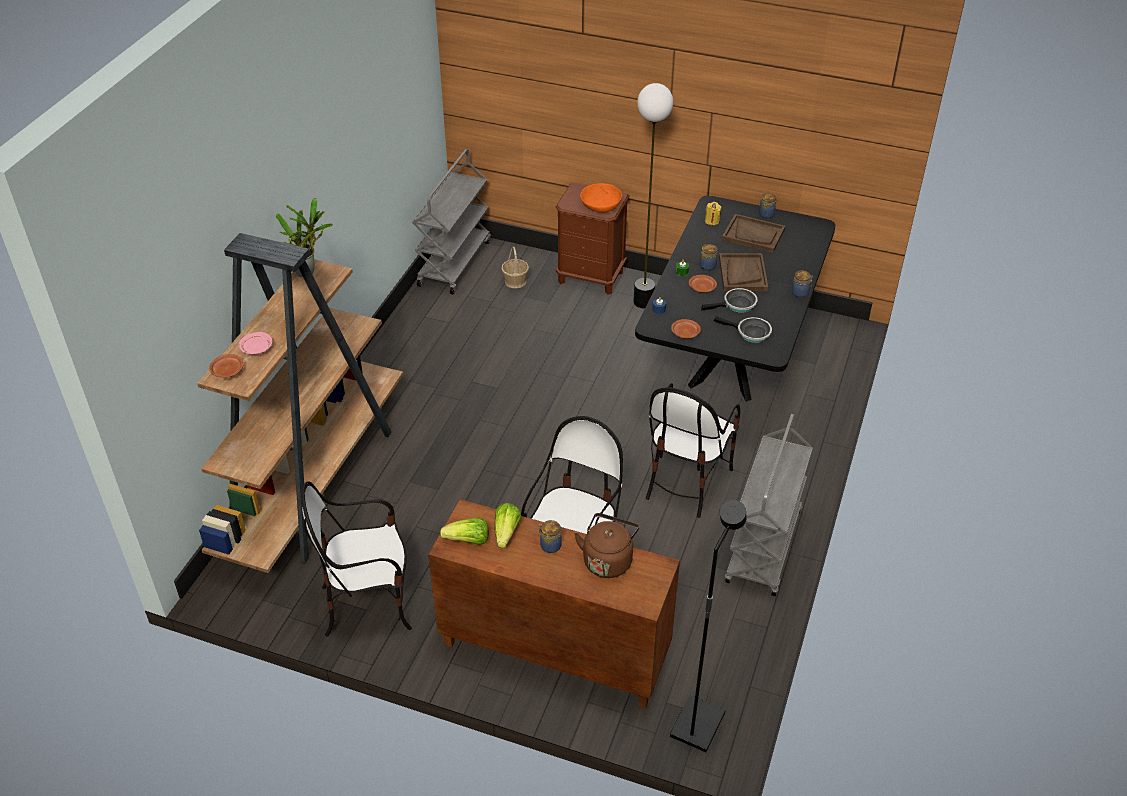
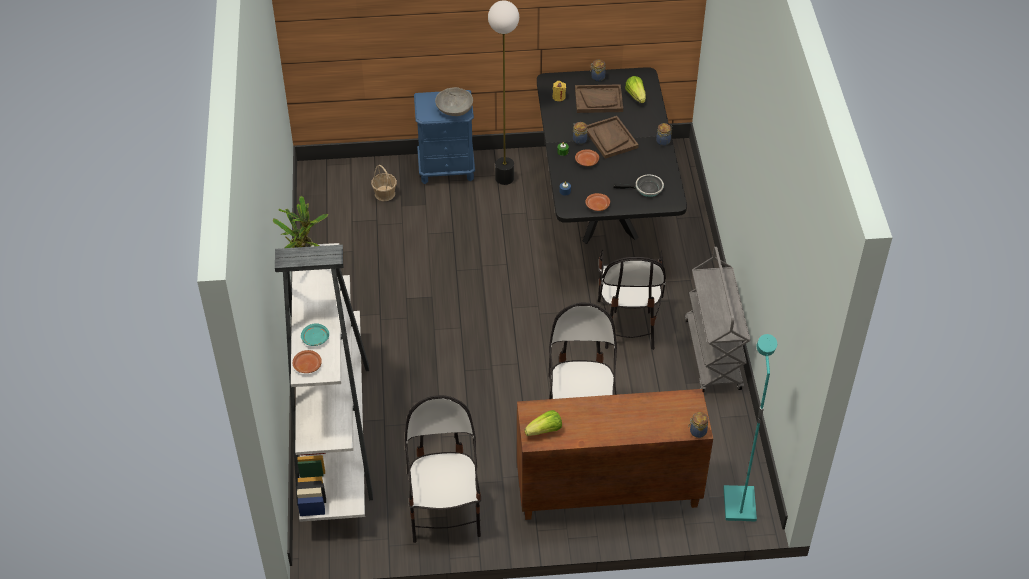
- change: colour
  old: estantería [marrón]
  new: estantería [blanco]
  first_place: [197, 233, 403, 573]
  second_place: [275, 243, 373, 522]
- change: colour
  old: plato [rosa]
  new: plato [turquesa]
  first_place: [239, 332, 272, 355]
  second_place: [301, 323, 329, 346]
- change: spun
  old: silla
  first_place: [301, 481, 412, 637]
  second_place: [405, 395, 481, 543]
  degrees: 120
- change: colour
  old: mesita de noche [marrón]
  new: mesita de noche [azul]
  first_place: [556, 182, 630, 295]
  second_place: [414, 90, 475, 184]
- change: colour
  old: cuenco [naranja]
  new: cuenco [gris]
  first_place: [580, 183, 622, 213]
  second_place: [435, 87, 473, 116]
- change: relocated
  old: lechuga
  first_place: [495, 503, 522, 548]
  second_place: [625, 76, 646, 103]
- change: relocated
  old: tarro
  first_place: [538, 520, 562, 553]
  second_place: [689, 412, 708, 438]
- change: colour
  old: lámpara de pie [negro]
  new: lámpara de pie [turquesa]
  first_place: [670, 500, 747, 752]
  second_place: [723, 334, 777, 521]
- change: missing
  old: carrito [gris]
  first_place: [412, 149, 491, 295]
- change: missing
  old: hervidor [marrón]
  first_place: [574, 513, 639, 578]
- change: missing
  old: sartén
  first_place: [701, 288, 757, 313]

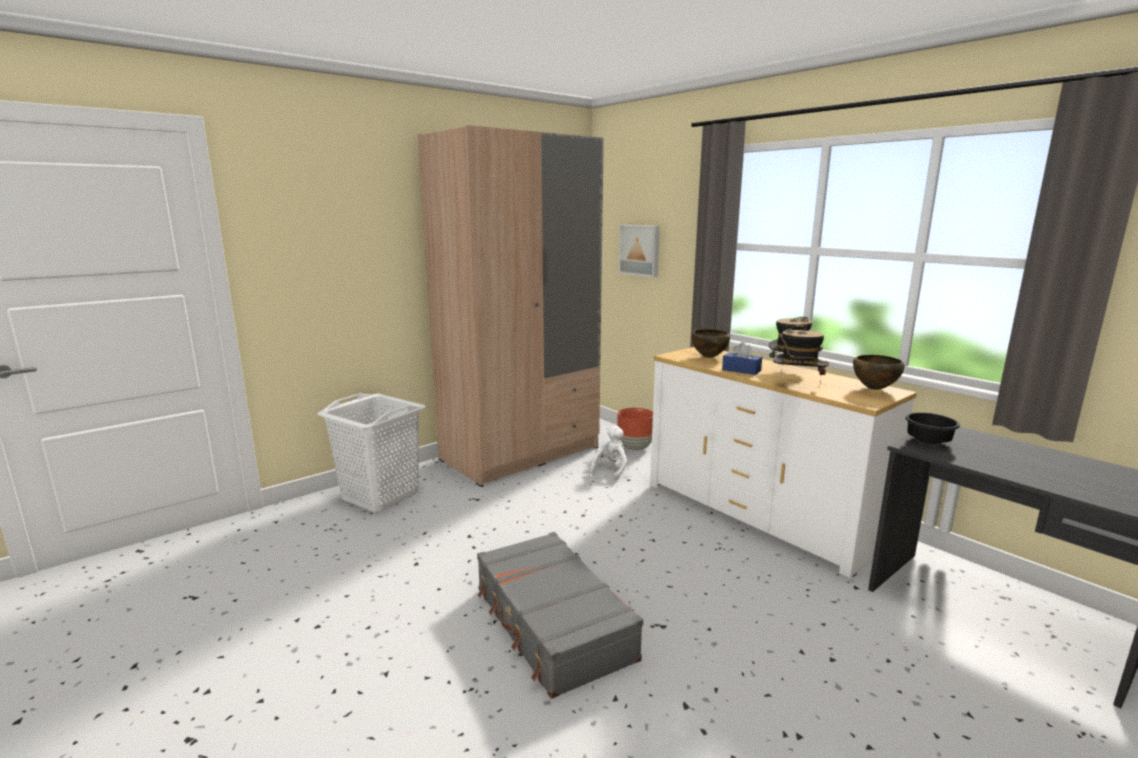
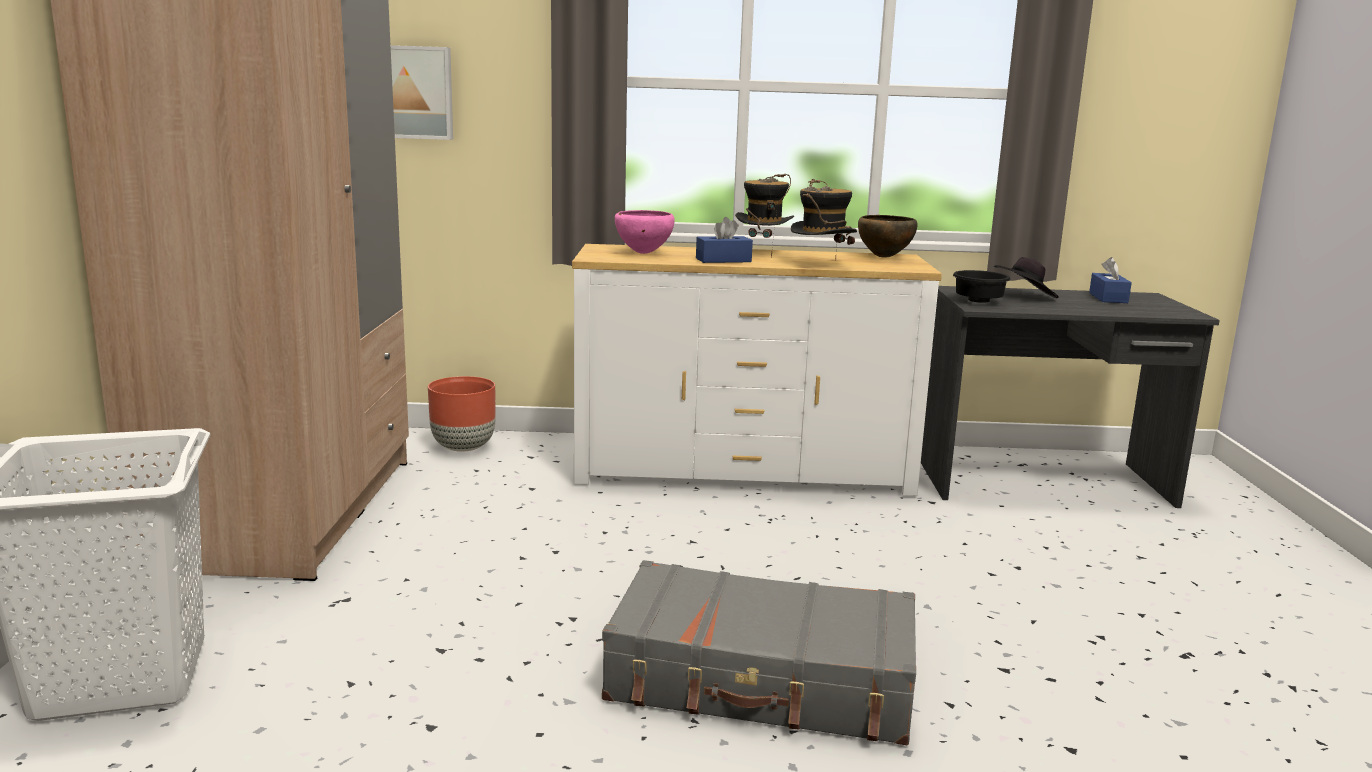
- change: colour
  old: cuenco [marrón]
  new: cuenco [rosa]
  first_place: [691, 329, 730, 358]
  second_place: [615, 210, 675, 254]
- change: appeared
  new: sombrero [negro]
  second_place: [993, 257, 1059, 298]
- change: appeared
  new: caja de pañuelos [azul]
  second_place: [1089, 257, 1132, 303]
- change: missing
  old: peluche [blanco]
  first_place: [589, 426, 627, 481]

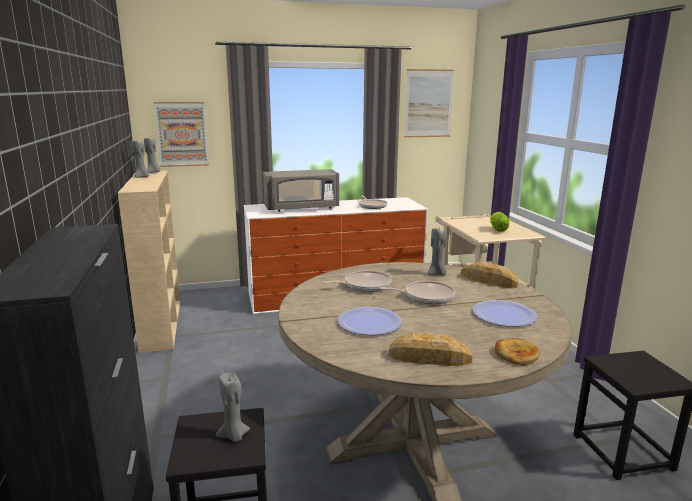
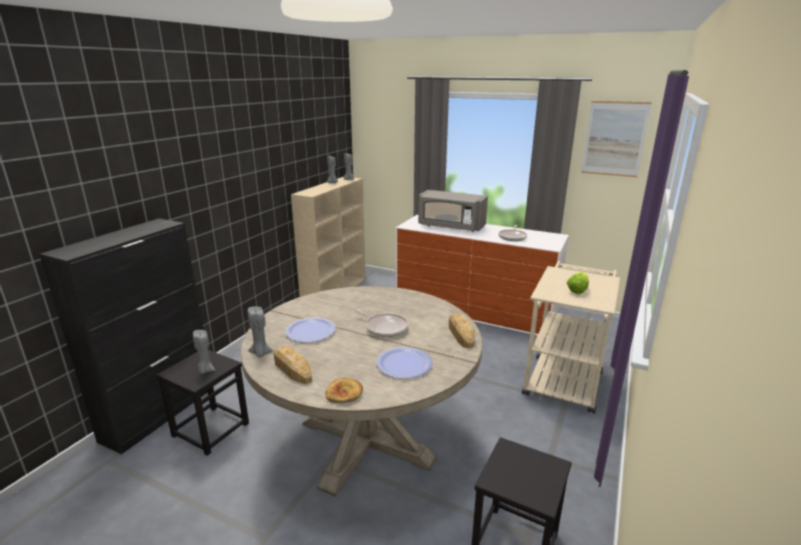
- change: relocated
  old: vela [gris]
  first_place: [428, 228, 447, 275]
  second_place: [248, 307, 273, 357]
- change: missing
  old: cuadro
  first_place: [154, 102, 209, 167]
- change: missing
  old: sartén
  first_place: [323, 270, 392, 292]

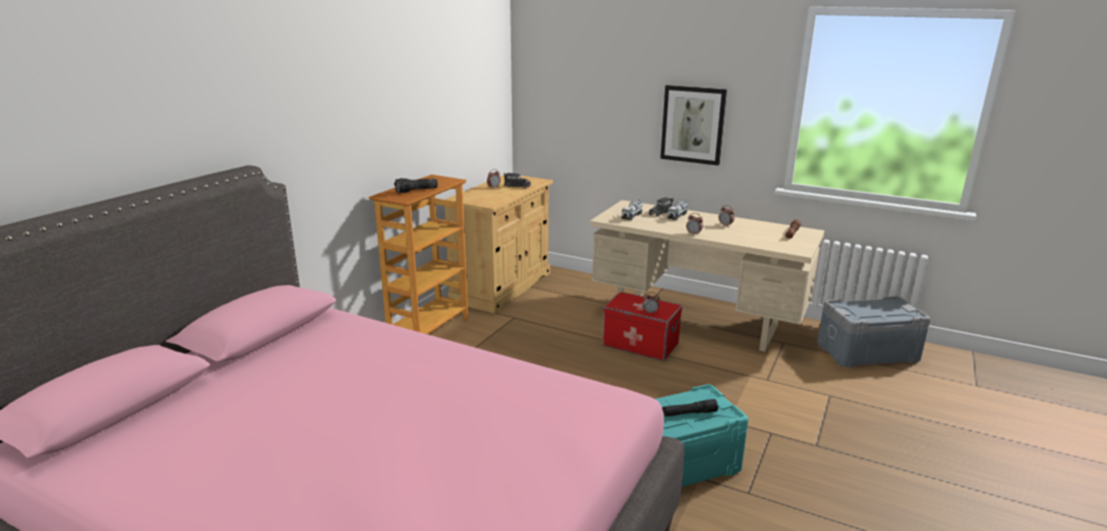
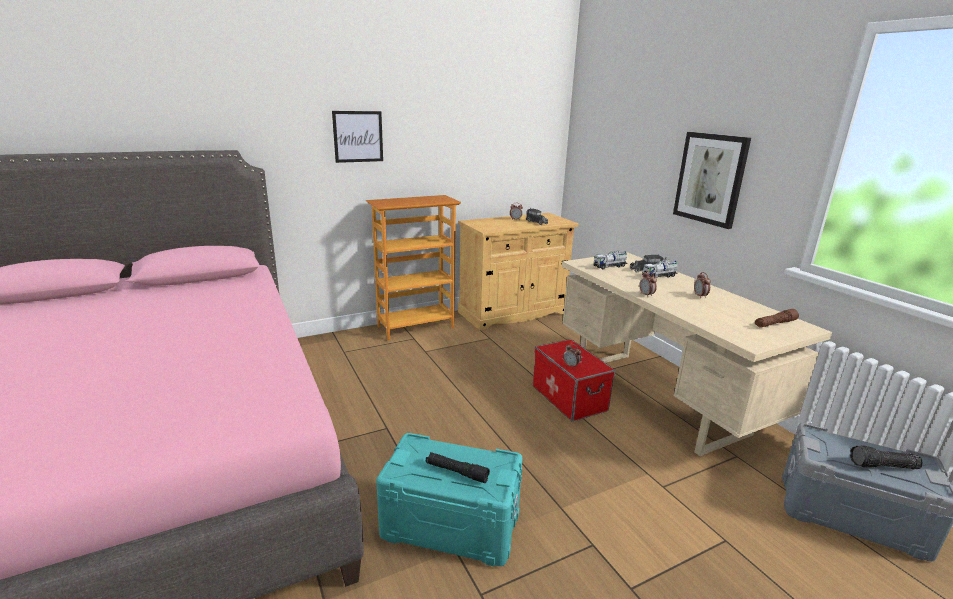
- change: appeared
  new: cuadro
  second_place: [332, 111, 383, 163]
- change: relocated
  old: linterna
  first_place: [394, 178, 438, 193]
  second_place: [850, 445, 923, 470]

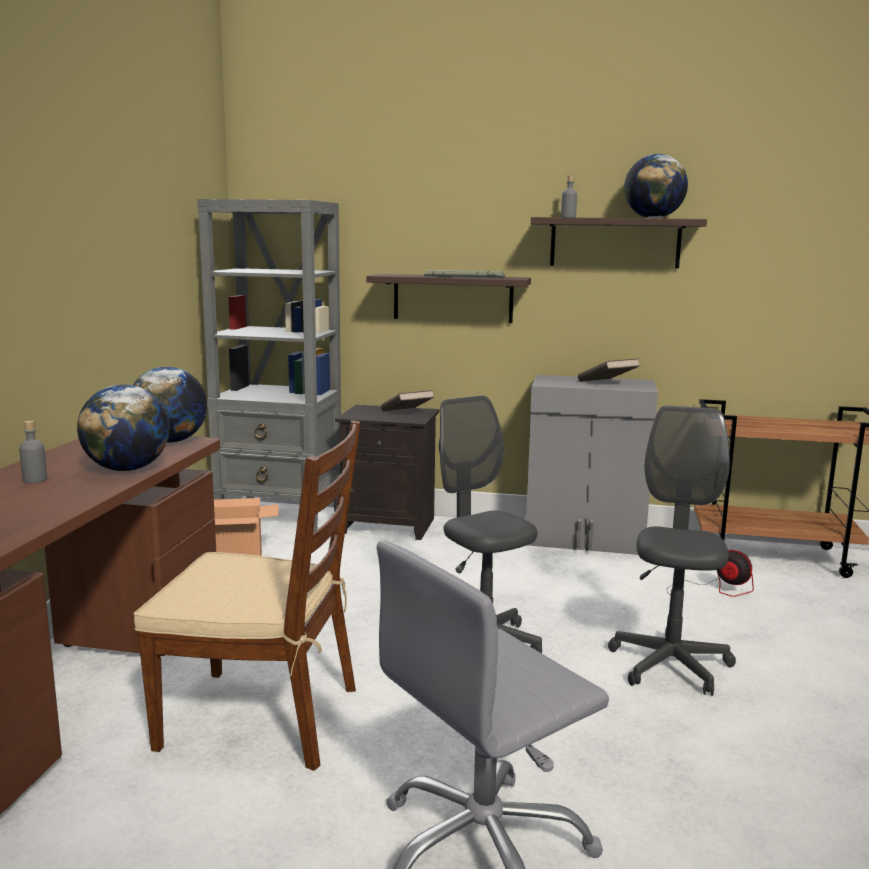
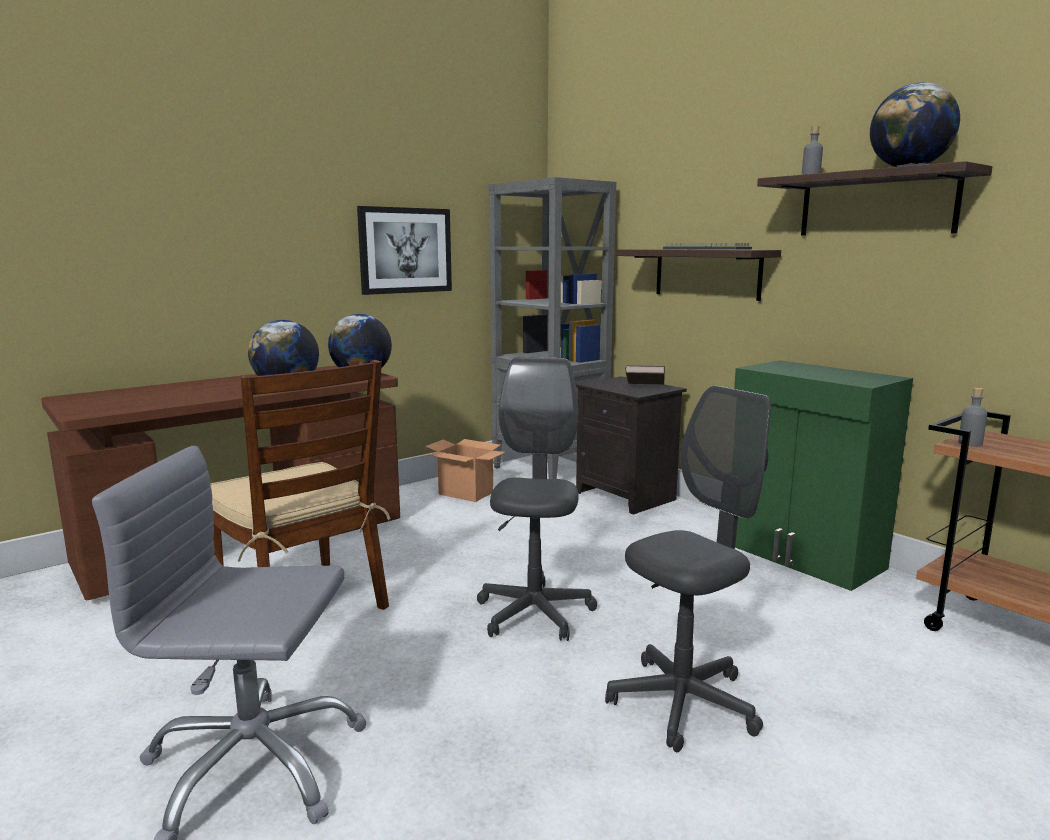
- change: appeared
  new: cuadro
  second_place: [357, 206, 452, 295]
- change: colour
  old: armario [gris]
  new: armario [verde]
  first_place: [526, 375, 658, 555]
  second_place: [734, 360, 913, 591]
- change: relocated
  old: botella [gris]
  first_place: [19, 421, 47, 483]
  second_place: [958, 388, 987, 446]
- change: missing
  old: libro [marrón]
  first_place: [578, 358, 639, 382]
- change: missing
  old: ventilador
  first_place: [667, 550, 754, 597]

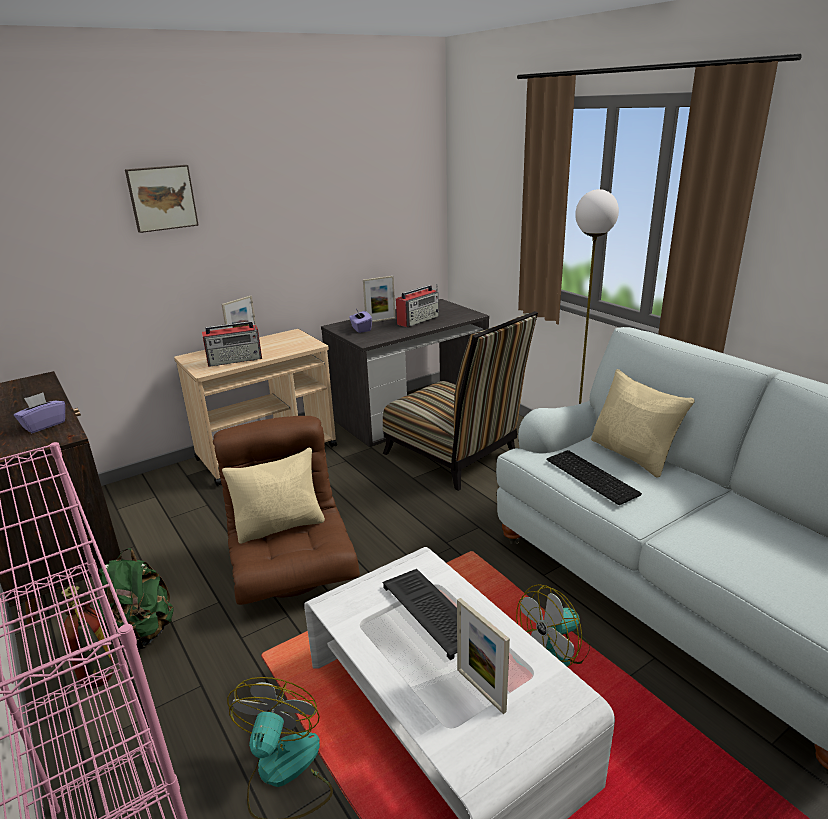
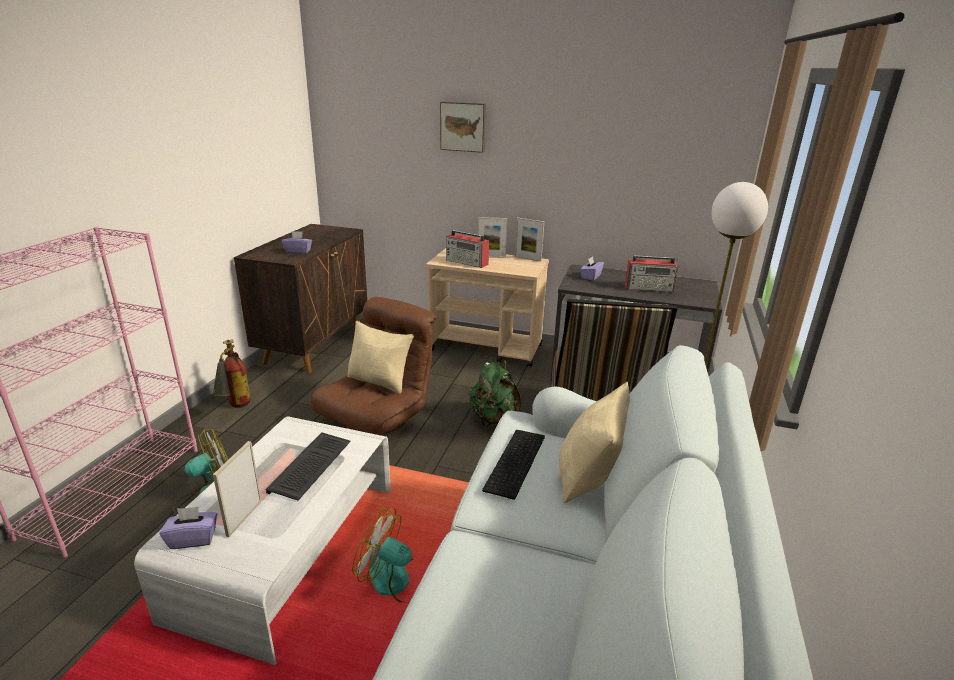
- change: appeared
  new: caja de pañuelos [morado]
  second_place: [159, 507, 217, 549]
- change: relocated
  old: mochila [verde]
  first_place: [94, 548, 174, 650]
  second_place: [469, 360, 521, 426]
- change: relocated
  old: portarretratos
  first_place: [363, 276, 396, 322]
  second_place: [515, 217, 544, 262]

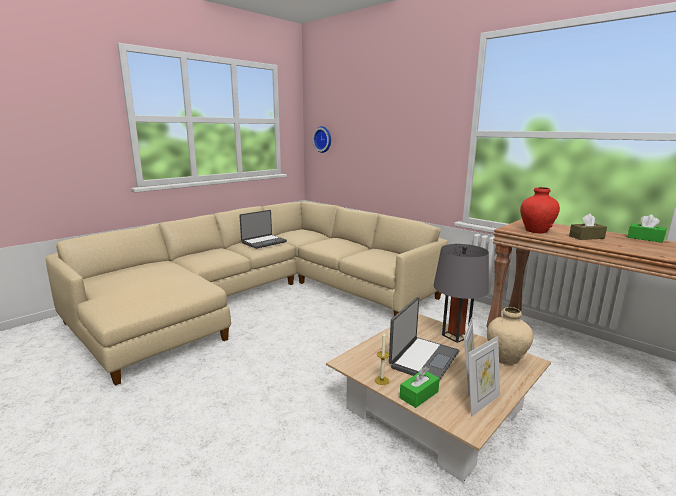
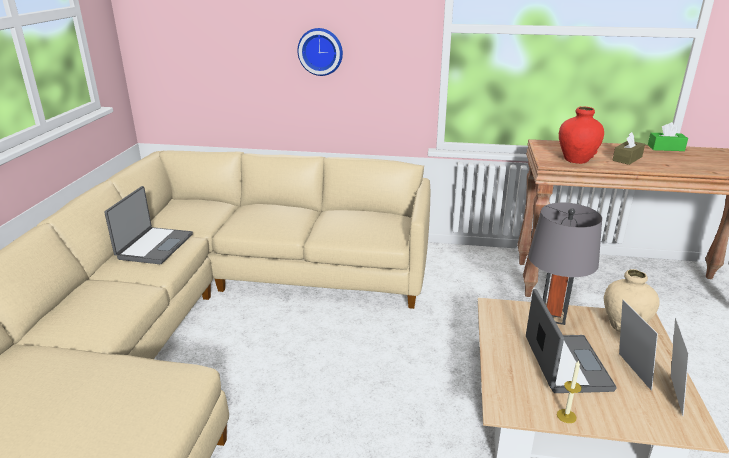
- change: relocated
  old: reloj de pared
  first_place: [312, 126, 331, 153]
  second_place: [298, 28, 343, 76]
- change: missing
  old: caja de pañuelos [verde]
  first_place: [400, 367, 440, 408]

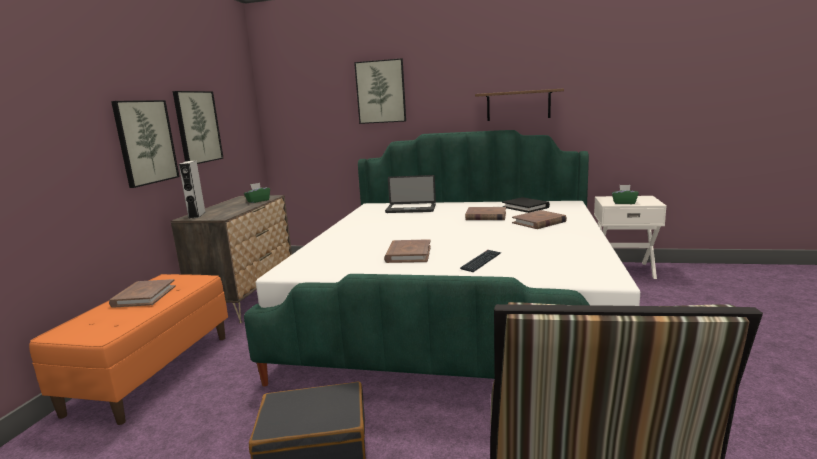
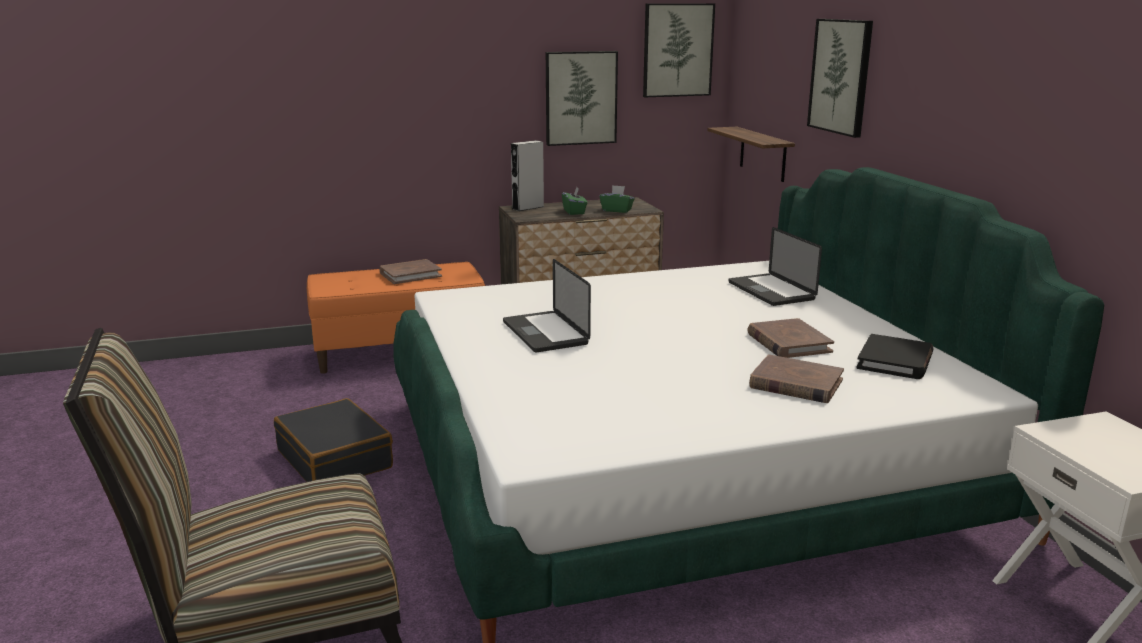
- change: exchanged
  old: libro [marrón]
  new: portátil
  first_place: [384, 239, 431, 263]
  second_place: [503, 259, 591, 353]
- change: relocated
  old: caja de pañuelos [verde]
  first_place: [612, 185, 639, 204]
  second_place: [562, 187, 587, 215]
- change: relocated
  old: cuadro
  first_place: [111, 100, 179, 188]
  second_place: [643, 3, 715, 97]
- change: relocated
  old: estante
  first_place: [475, 88, 564, 121]
  second_place: [707, 127, 795, 182]
- change: missing
  old: teclado
  first_place: [460, 250, 501, 272]

